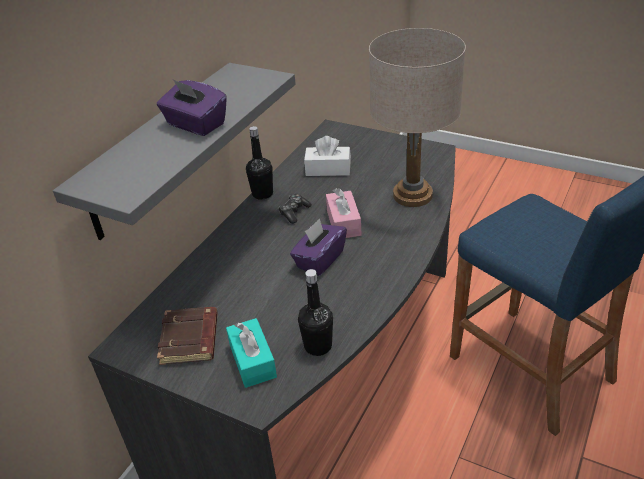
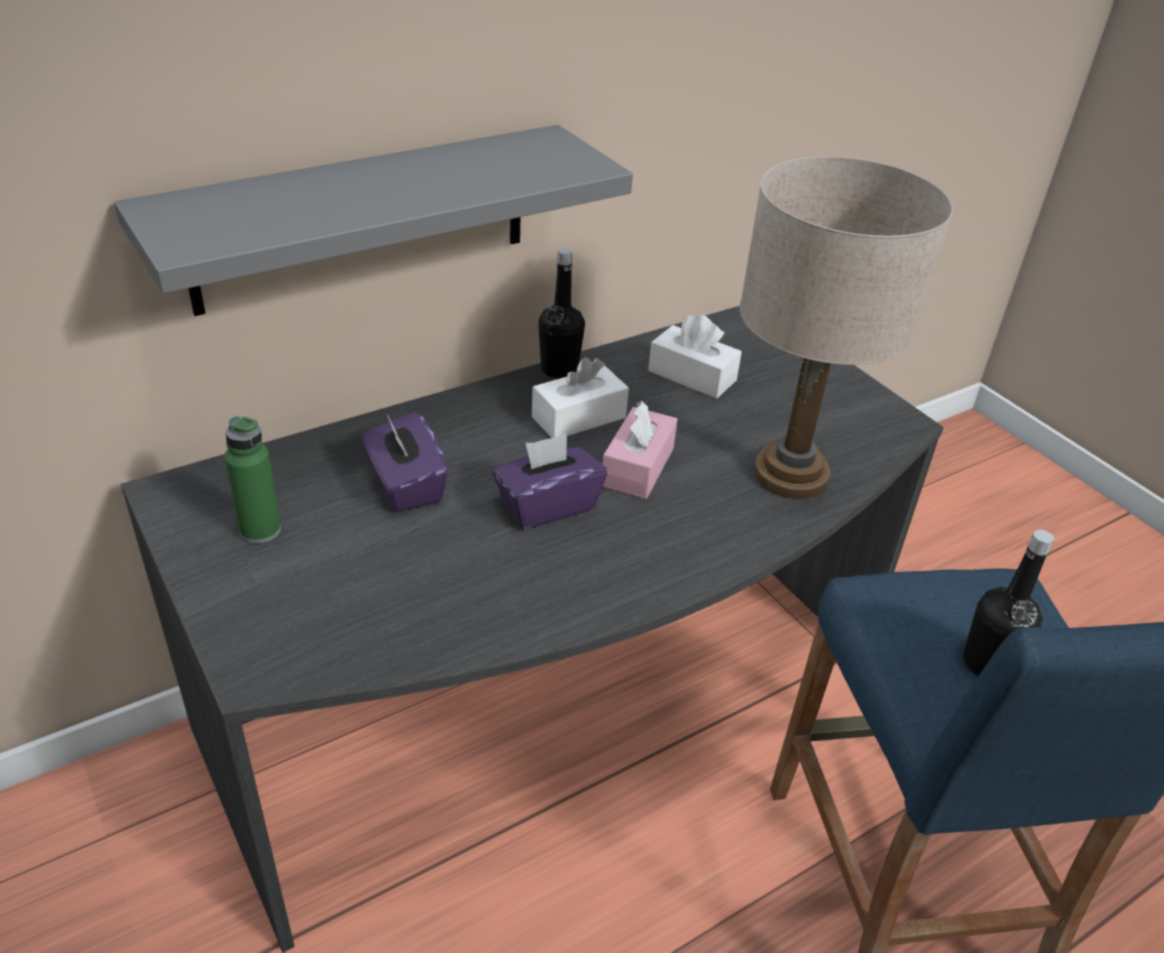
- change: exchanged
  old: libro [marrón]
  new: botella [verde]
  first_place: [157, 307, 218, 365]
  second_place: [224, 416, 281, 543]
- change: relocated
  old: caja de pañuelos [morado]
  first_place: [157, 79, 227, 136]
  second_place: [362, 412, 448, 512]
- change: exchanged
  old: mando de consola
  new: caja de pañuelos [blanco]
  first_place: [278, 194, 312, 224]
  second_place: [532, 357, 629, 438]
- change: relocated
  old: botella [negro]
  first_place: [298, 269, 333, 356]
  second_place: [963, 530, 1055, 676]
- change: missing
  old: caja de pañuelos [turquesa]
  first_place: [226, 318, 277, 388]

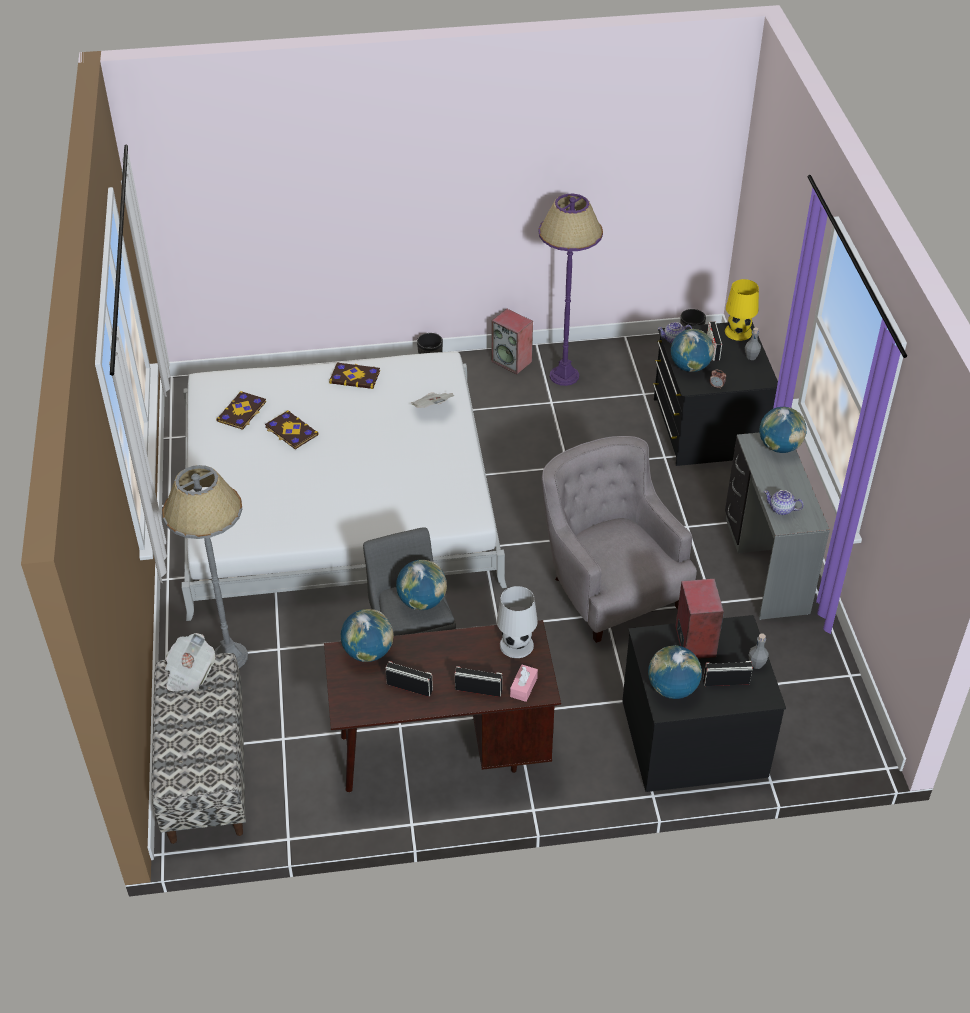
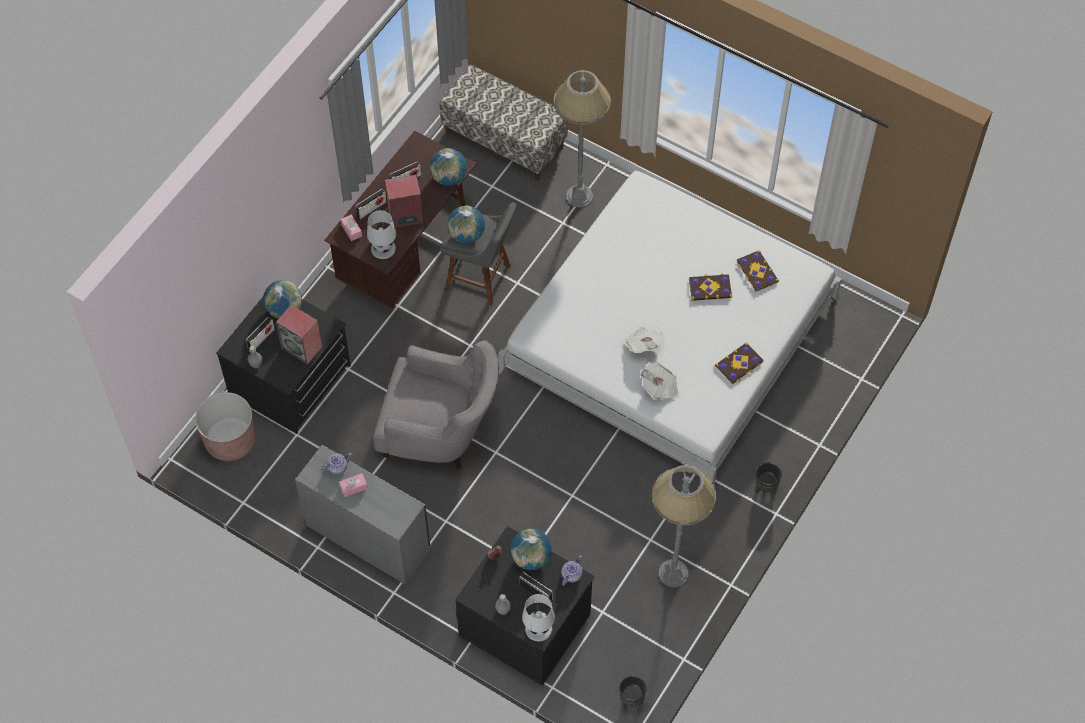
- change: appeared
  new: maceta [marrón]
  second_place: [195, 392, 255, 461]
- change: appeared
  new: caja de pañuelos [rosa]
  second_place: [339, 473, 368, 497]
- change: relocated
  old: altavoz
  first_place: [491, 309, 533, 374]
  second_place: [385, 175, 423, 228]
- change: colour
  old: lámpara de mesa [amarillo]
  new: lámpara de mesa [blanco]
  first_place: [725, 279, 759, 341]
  second_place: [522, 594, 555, 641]
- change: relocated
  old: periódico
  first_place: [165, 633, 215, 691]
  second_place: [625, 327, 665, 353]
- change: colour
  old: lámpara de pie [morado]
  new: lámpara de pie [gris]
  first_place: [538, 194, 603, 386]
  second_place: [652, 465, 716, 587]
- change: missing
  old: globo terráqueo
  first_place: [760, 407, 807, 453]

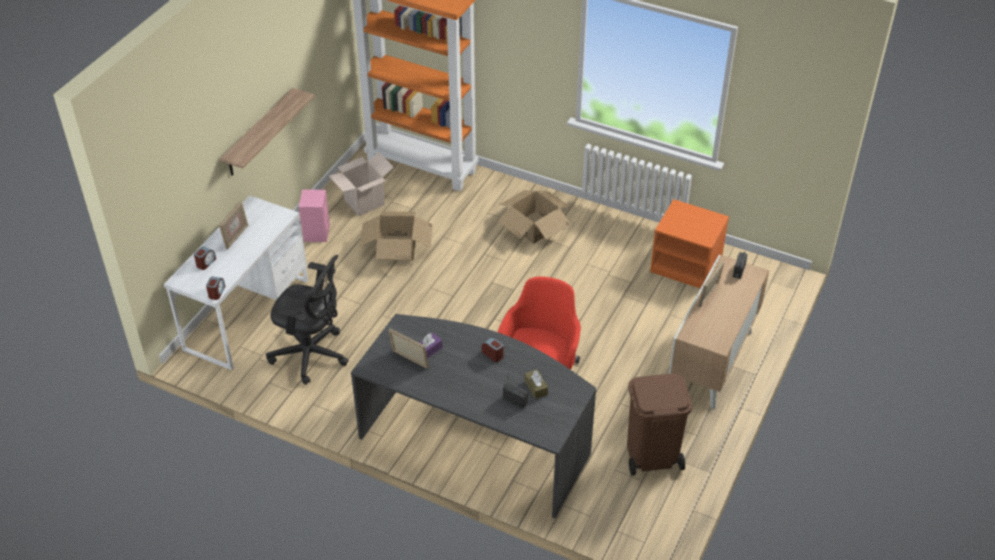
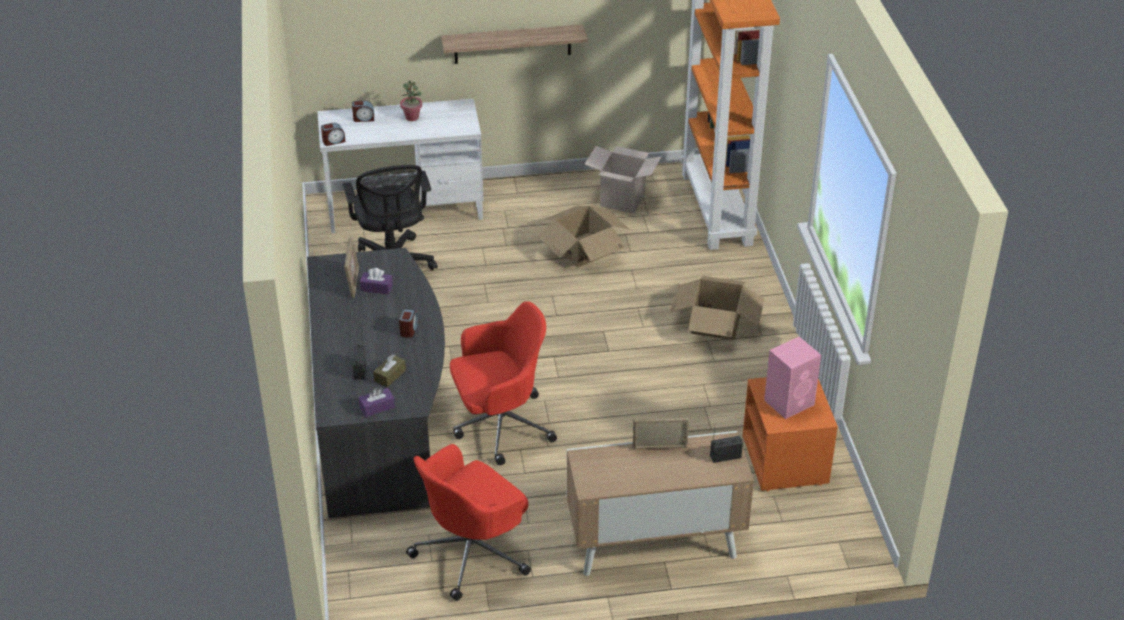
- change: appeared
  new: caja de pañuelos [morado]
  second_place: [358, 388, 395, 417]
- change: exchanged
  old: portarretratos
  new: planta en maceta
  first_place: [219, 201, 248, 250]
  second_place: [400, 81, 422, 121]
- change: exchanged
  old: papelera [marrón]
  new: silla de oficina [rojo]
  first_place: [627, 374, 692, 476]
  second_place: [406, 444, 531, 601]
- change: relocated
  old: altavoz [rosa]
  first_place: [299, 189, 330, 242]
  second_place: [764, 337, 821, 419]

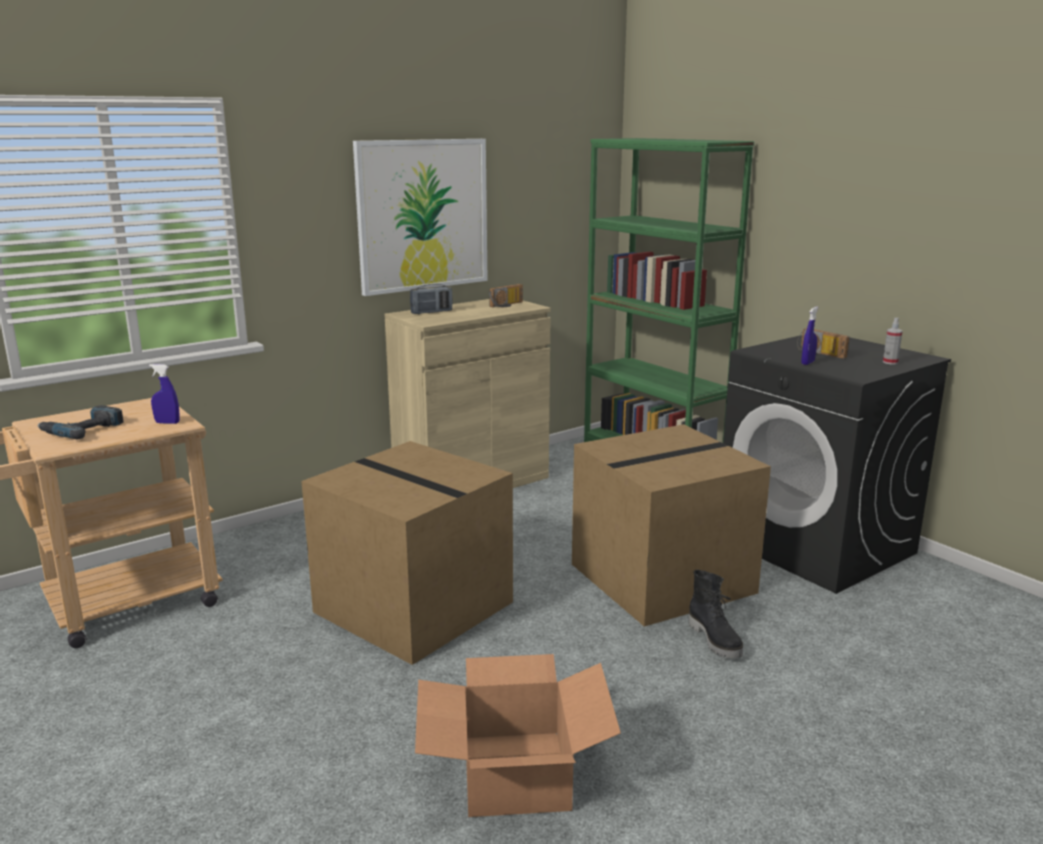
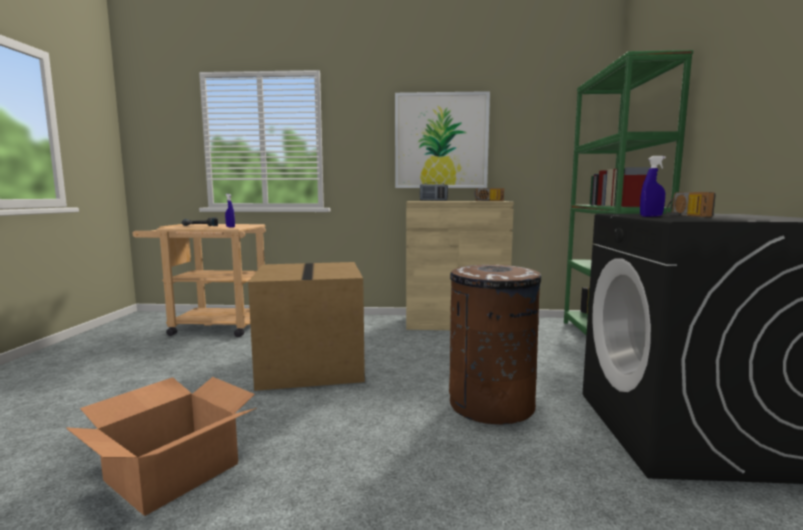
- change: exchanged
  old: caja de cartón
  new: papelera [marrón]
  first_place: [572, 424, 771, 627]
  second_place: [449, 265, 541, 424]
- change: missing
  old: bota [negro]
  first_place: [688, 570, 743, 659]
- change: missing
  old: pulverizador
  first_place: [883, 318, 903, 364]

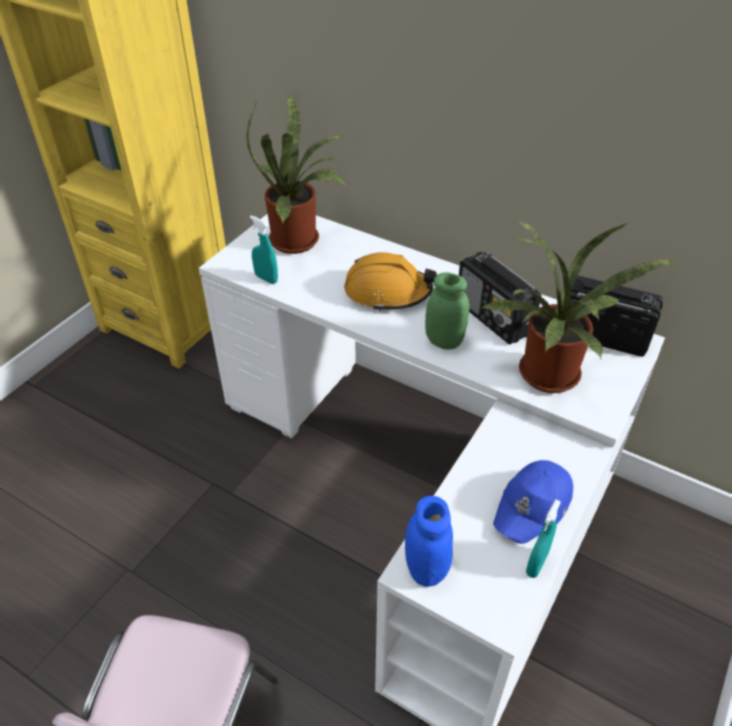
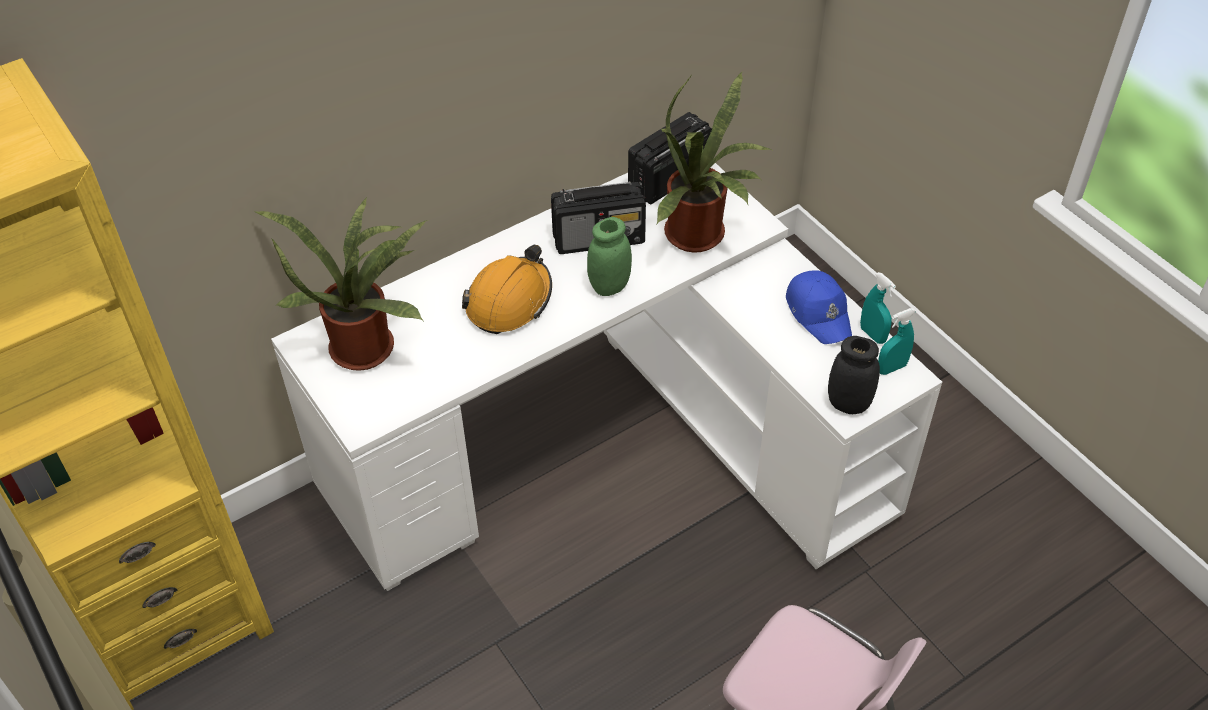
- change: colour
  old: tarro [azul]
  new: tarro [negro]
  first_place: [405, 496, 453, 587]
  second_place: [828, 336, 880, 414]
- change: relocated
  old: pulverizador [turquesa]
  first_place: [250, 216, 278, 284]
  second_place: [878, 308, 916, 375]

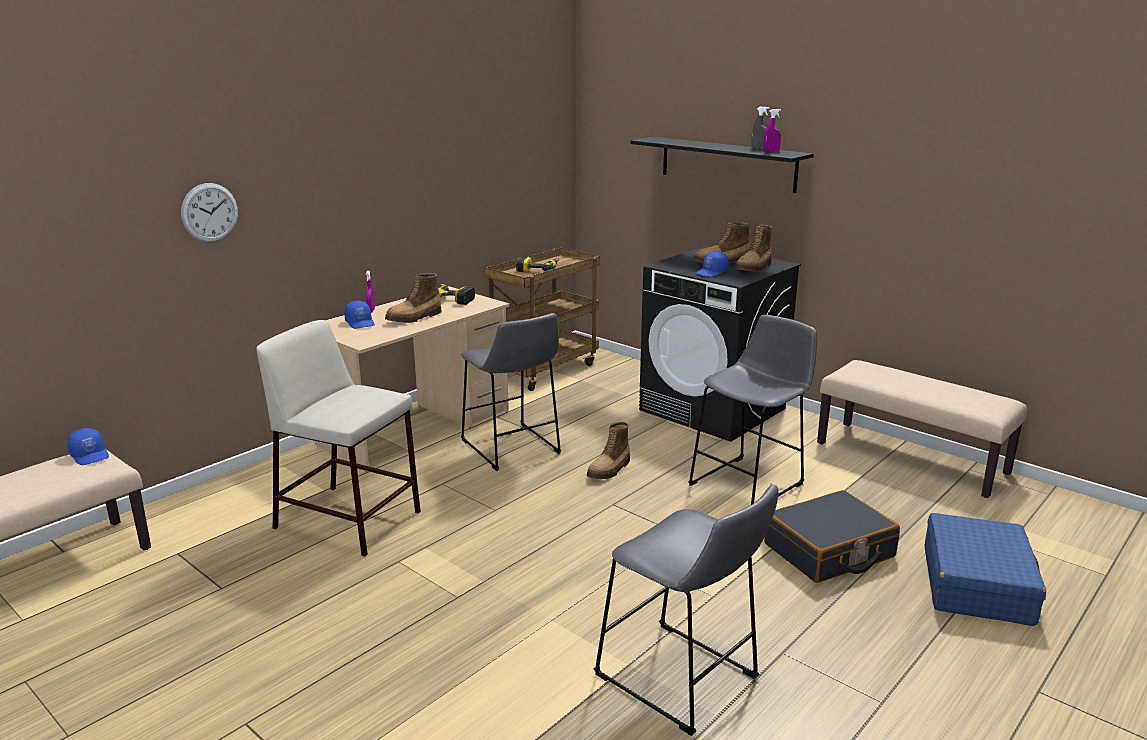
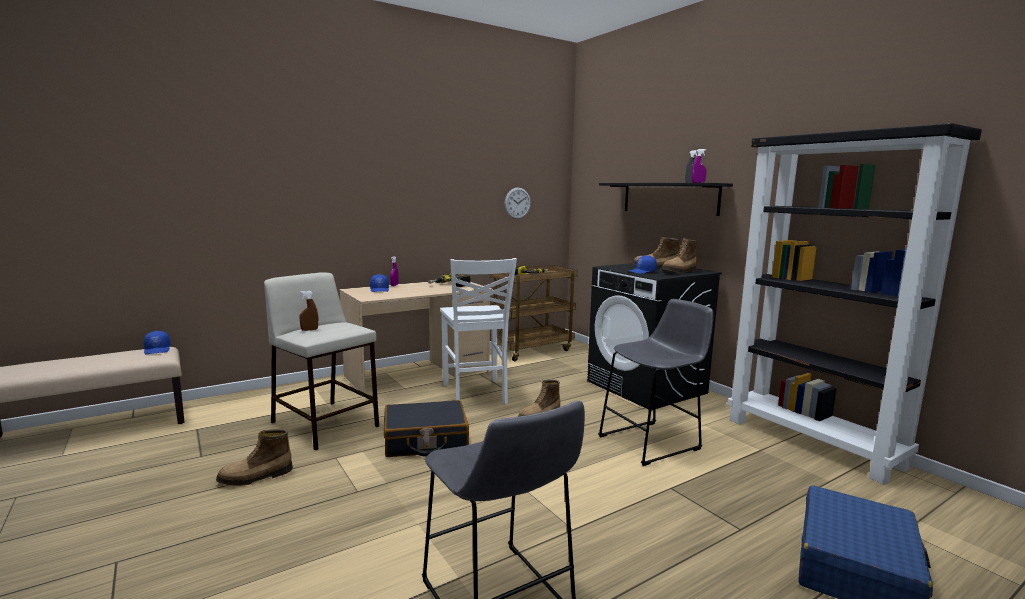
- change: relocated
  old: bota
  first_place: [385, 273, 441, 323]
  second_place: [216, 429, 293, 486]
- change: appeared
  new: pulverizador [marrón]
  second_place: [299, 291, 318, 331]
- change: relocated
  old: maleta [negro]
  first_place: [764, 490, 900, 583]
  second_place: [384, 400, 469, 457]
- change: exchanged
  old: taburete [gris]
  new: silla [blanco]
  first_place: [461, 313, 561, 471]
  second_place: [440, 258, 517, 405]
- change: relocated
  old: reloj de pared
  first_place: [181, 183, 238, 243]
  second_place: [504, 188, 531, 219]
- change: exchanged
  old: banco [beis]
  new: estantería [negro]
  first_place: [817, 360, 1027, 498]
  second_place: [727, 123, 982, 485]

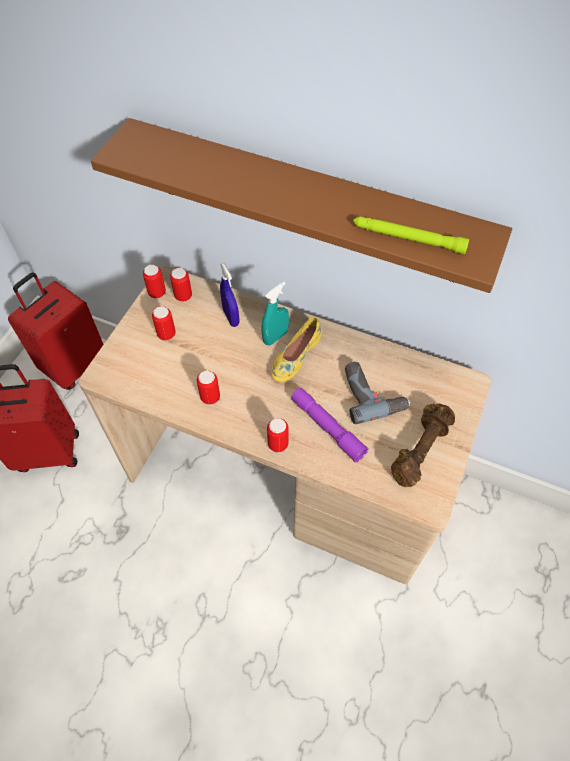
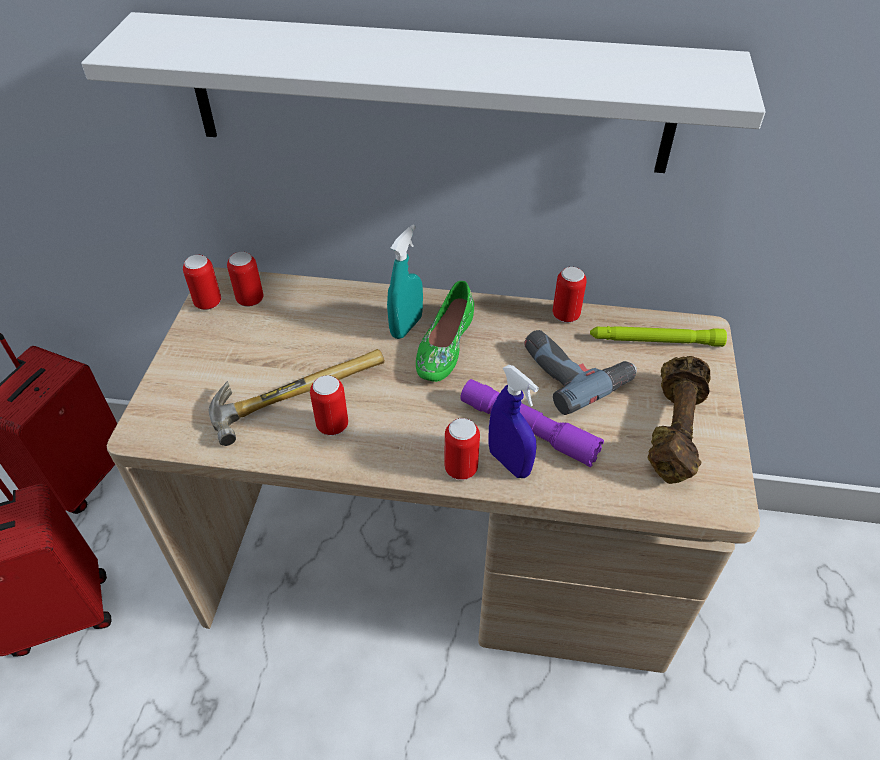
- change: colour
  old: estante [marrón]
  new: estante [blanco]
  first_place: [91, 118, 512, 293]
  second_place: [81, 12, 766, 173]
- change: appeared
  new: martillo
  second_place: [209, 349, 385, 446]
- change: colour
  old: zapato [amarillo]
  new: zapato [verde]
  first_place: [271, 317, 322, 382]
  second_place: [416, 281, 474, 382]
- change: relocated
  old: pulverizador [azul]
  first_place: [220, 263, 240, 327]
  second_place: [488, 365, 539, 478]
- change: relocated
  old: lata
  first_place: [152, 306, 176, 341]
  second_place: [553, 267, 587, 323]
- change: relocated
  old: linterna [verde]
  first_place: [353, 216, 469, 254]
  second_place: [590, 326, 727, 347]

